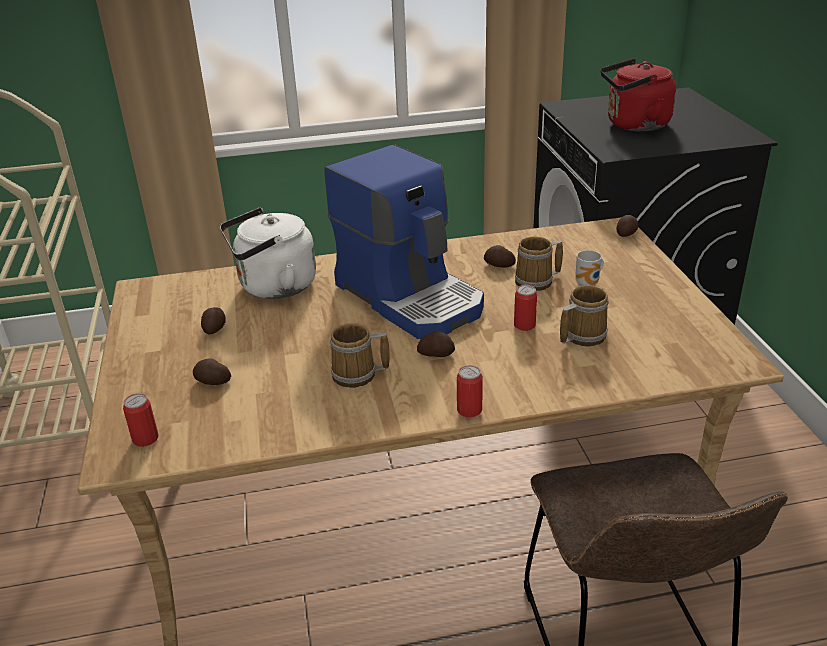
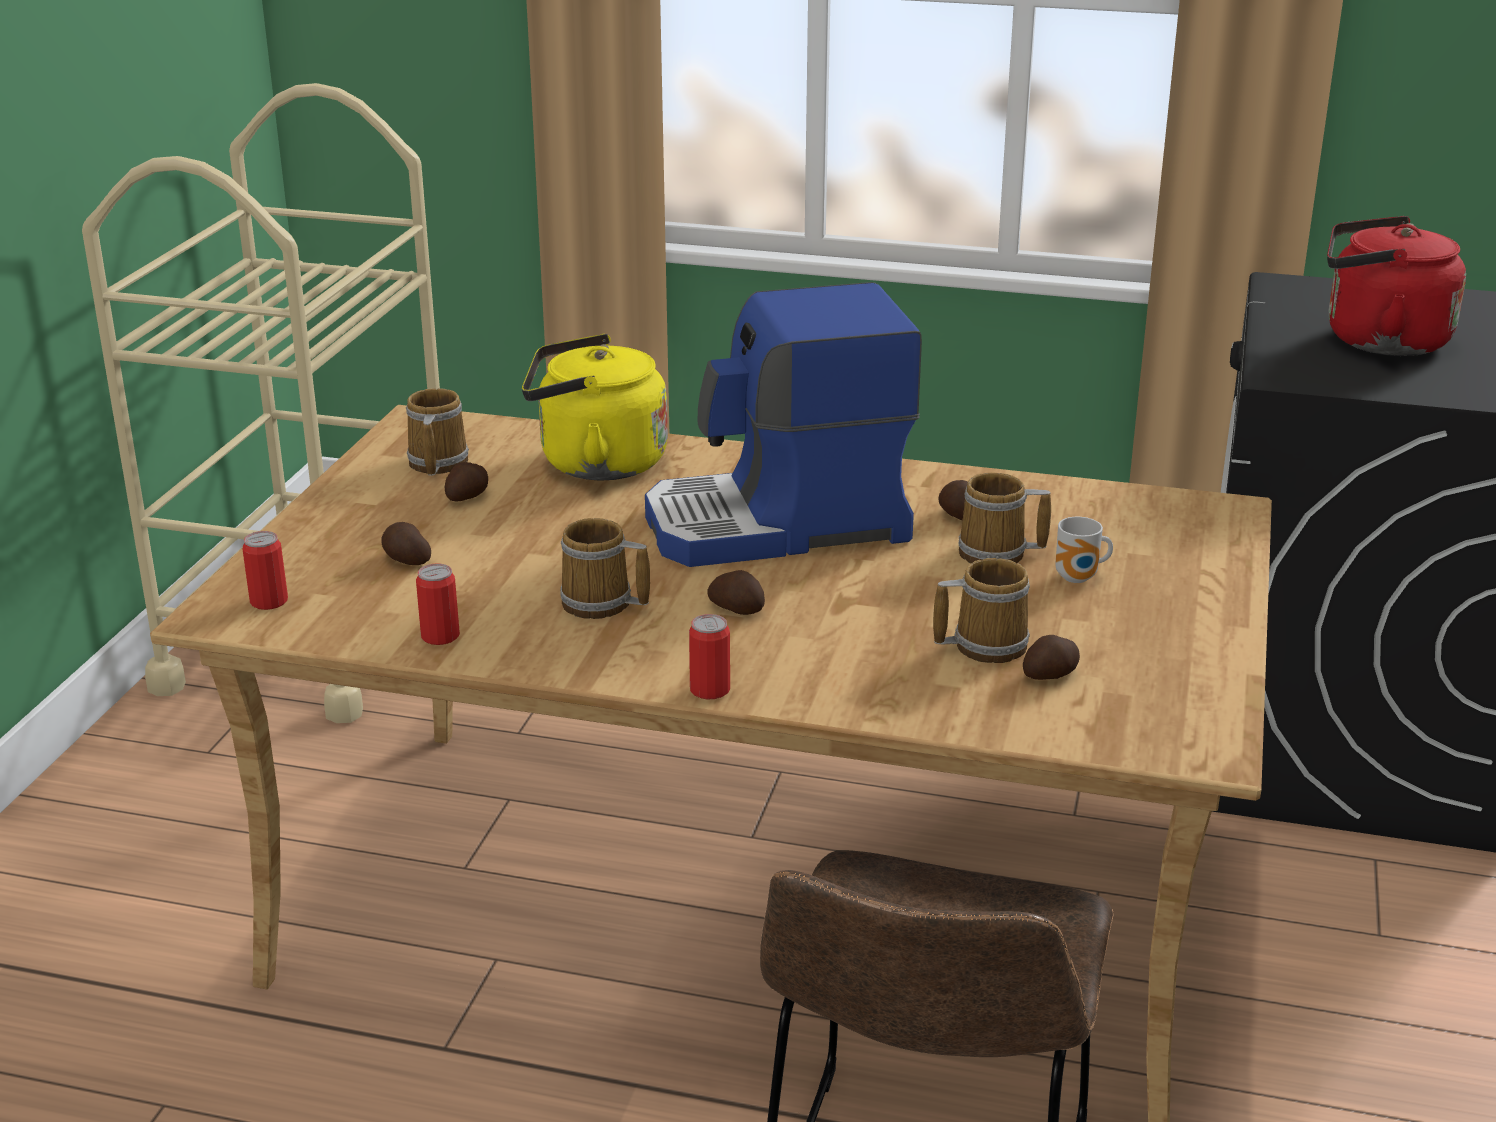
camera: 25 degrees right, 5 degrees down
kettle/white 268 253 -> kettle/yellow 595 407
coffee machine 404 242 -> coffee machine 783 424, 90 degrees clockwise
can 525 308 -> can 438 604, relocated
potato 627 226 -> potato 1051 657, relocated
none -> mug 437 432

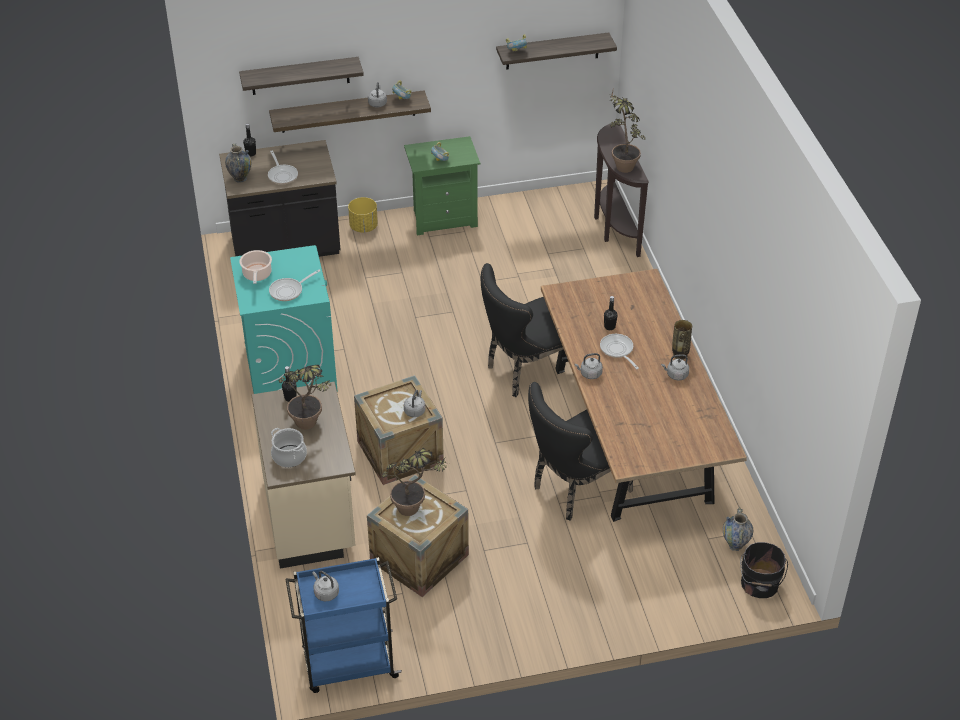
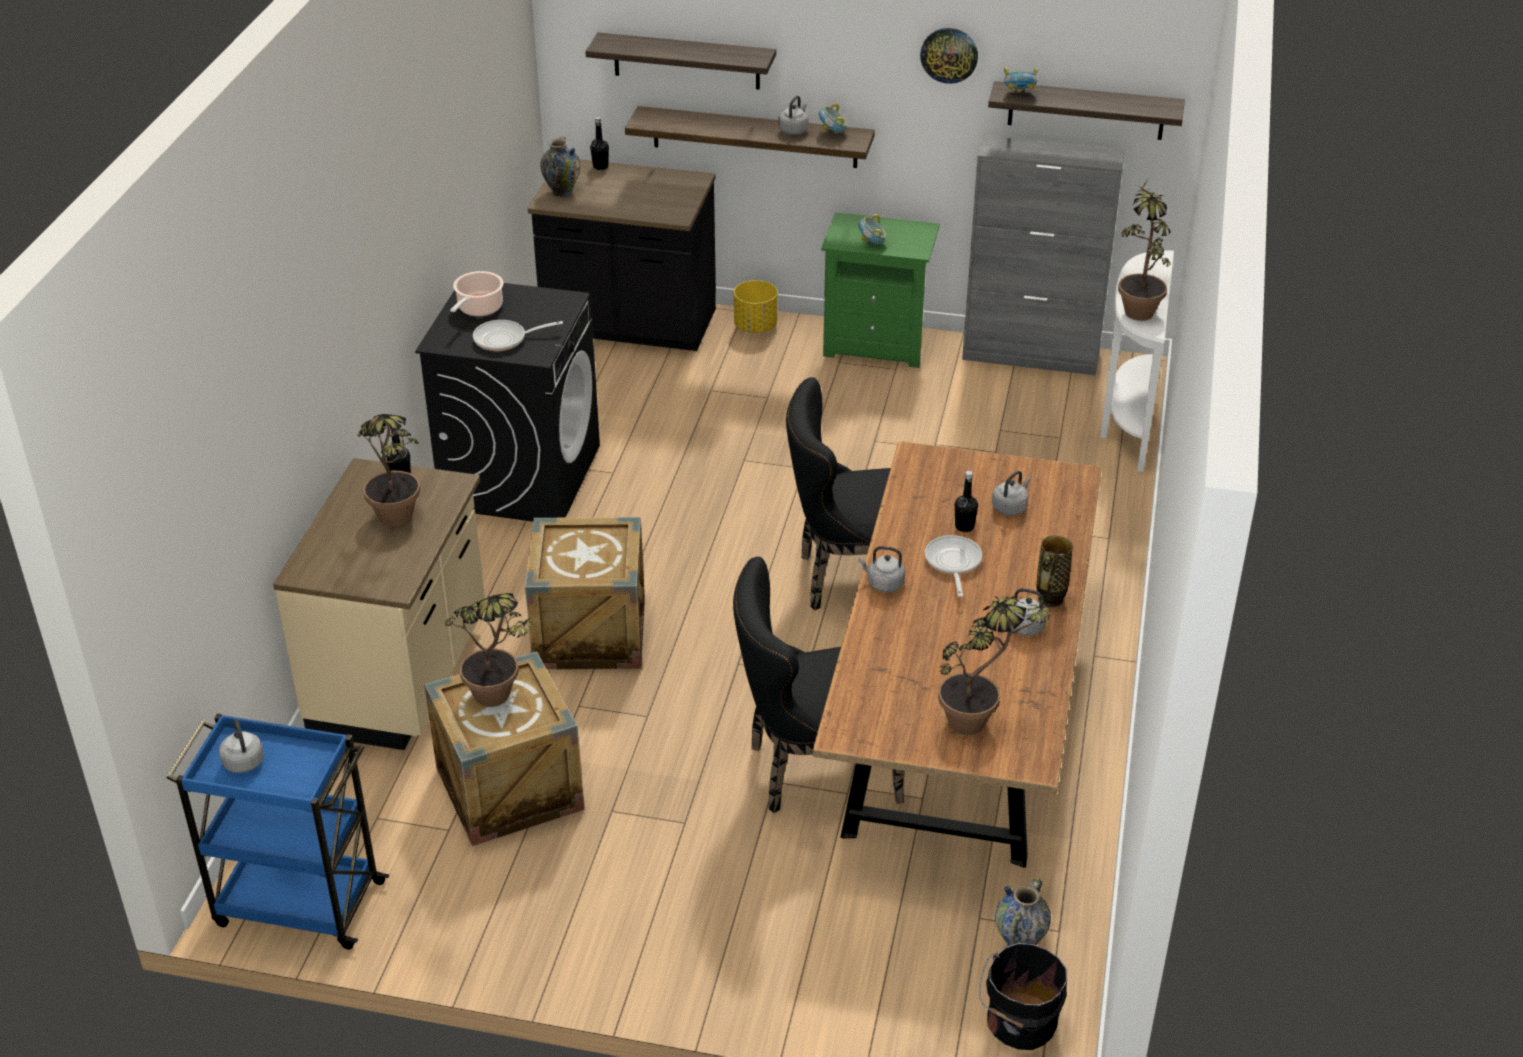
camera: 25 degrees right, 5 degrees down
washing machine/turquoise 283 319 -> washing machine/black 507 402
frying pan 283 167 -> none
cooking pot 289 447 -> none
kettle/grey 414 403 -> kettle/grey 1011 493, relocated
console table/brown 621 189 -> console table/white 1137 361
none -> wall clock 949 56
none -> potted plant 997 665
none -> cabinet/grey 1043 255

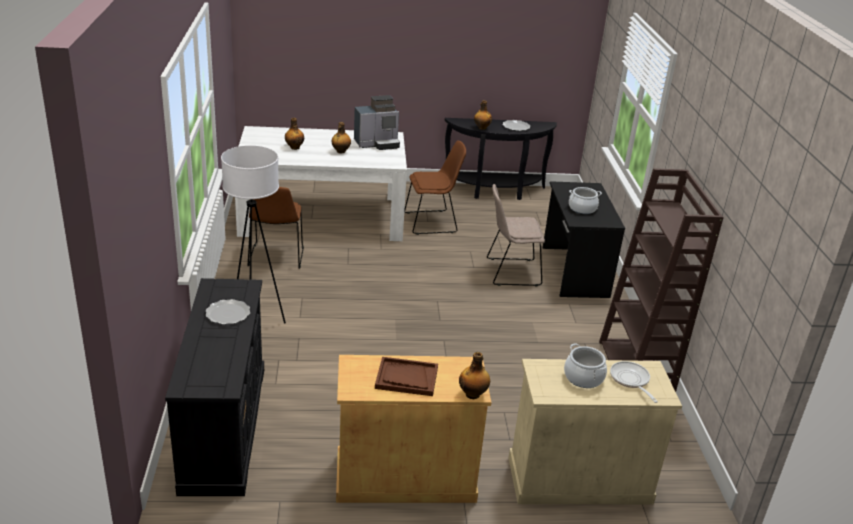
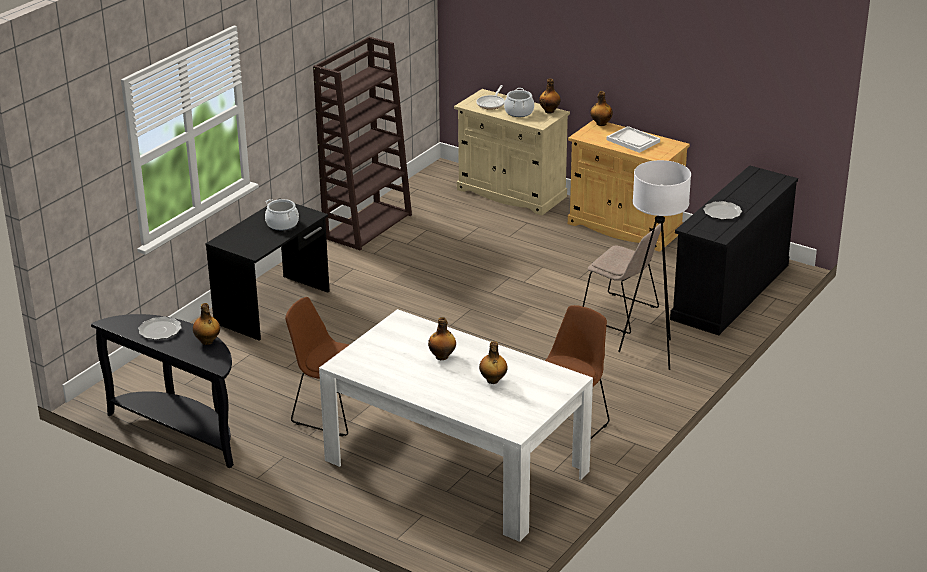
camera: 140 degrees left, 0 degrees up
coffee machine 377 122 -> none
tray/brown 406 376 -> tray/white 633 139
chair/beige 516 235 -> chair/beige 622 279, relocated
none -> bottle 550 96

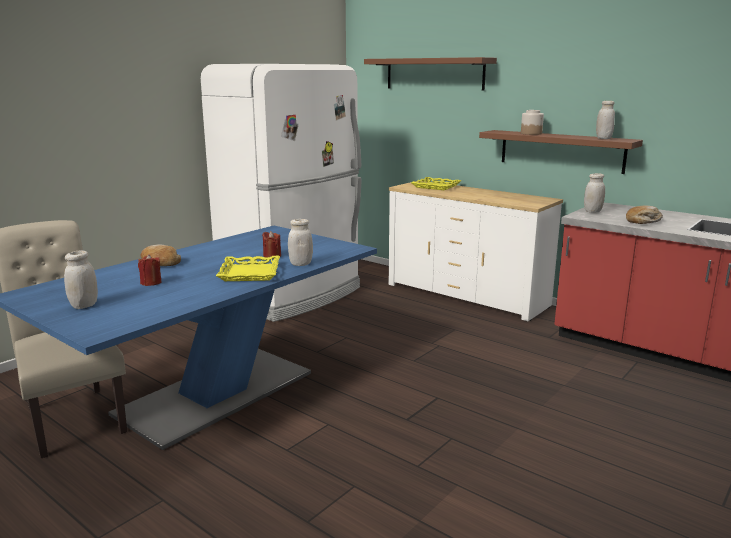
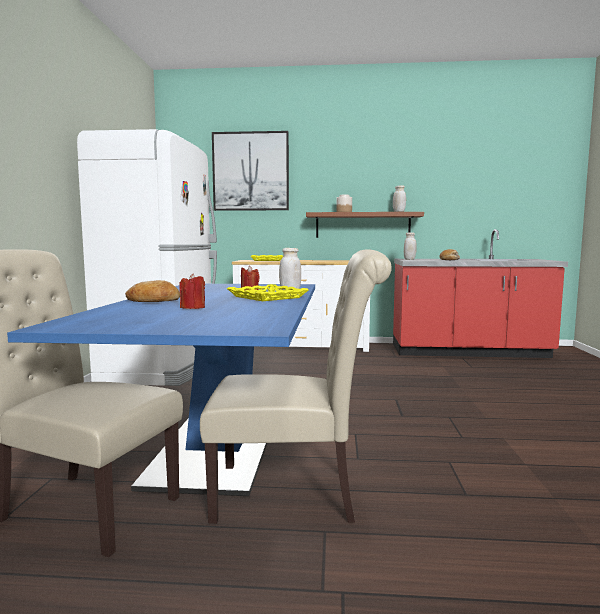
camera: 35 degrees left, 10 degrees down
jar/white 81 280 -> none
shelf/brown 430 74 -> picture 250 171
none -> chair/beige 296 386

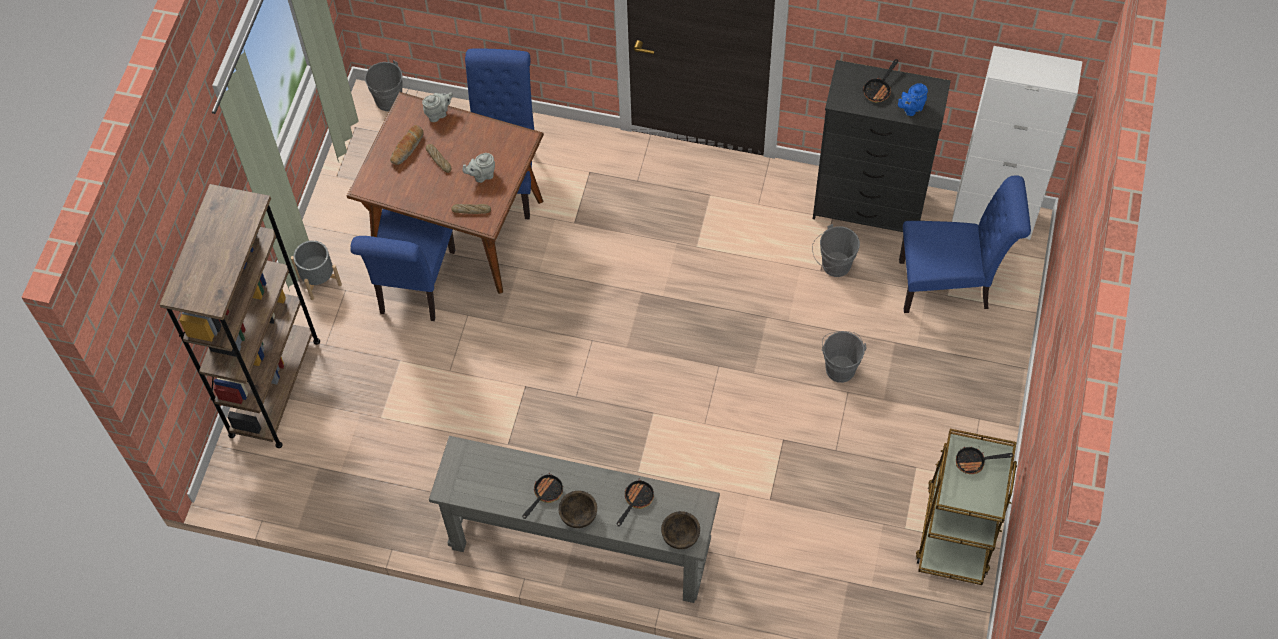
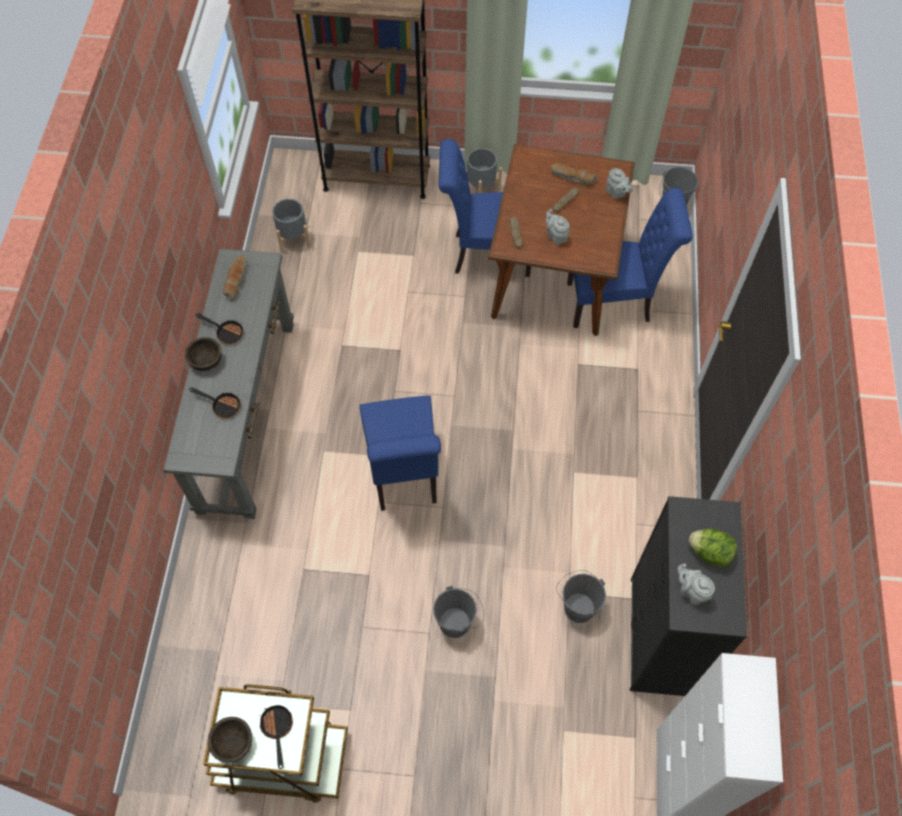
camera: 80 degrees right, 0 degrees up
bowl/brown 680 530 -> bowl/brown 230 740, relocated
frying pan 880 81 -> lettuce 713 548
teapot/blue 913 99 -> teapot/grey 696 584
chair/blue 965 244 -> chair/blue 400 453, relocated
none -> bread 235 278
none -> planter/grey 291 226

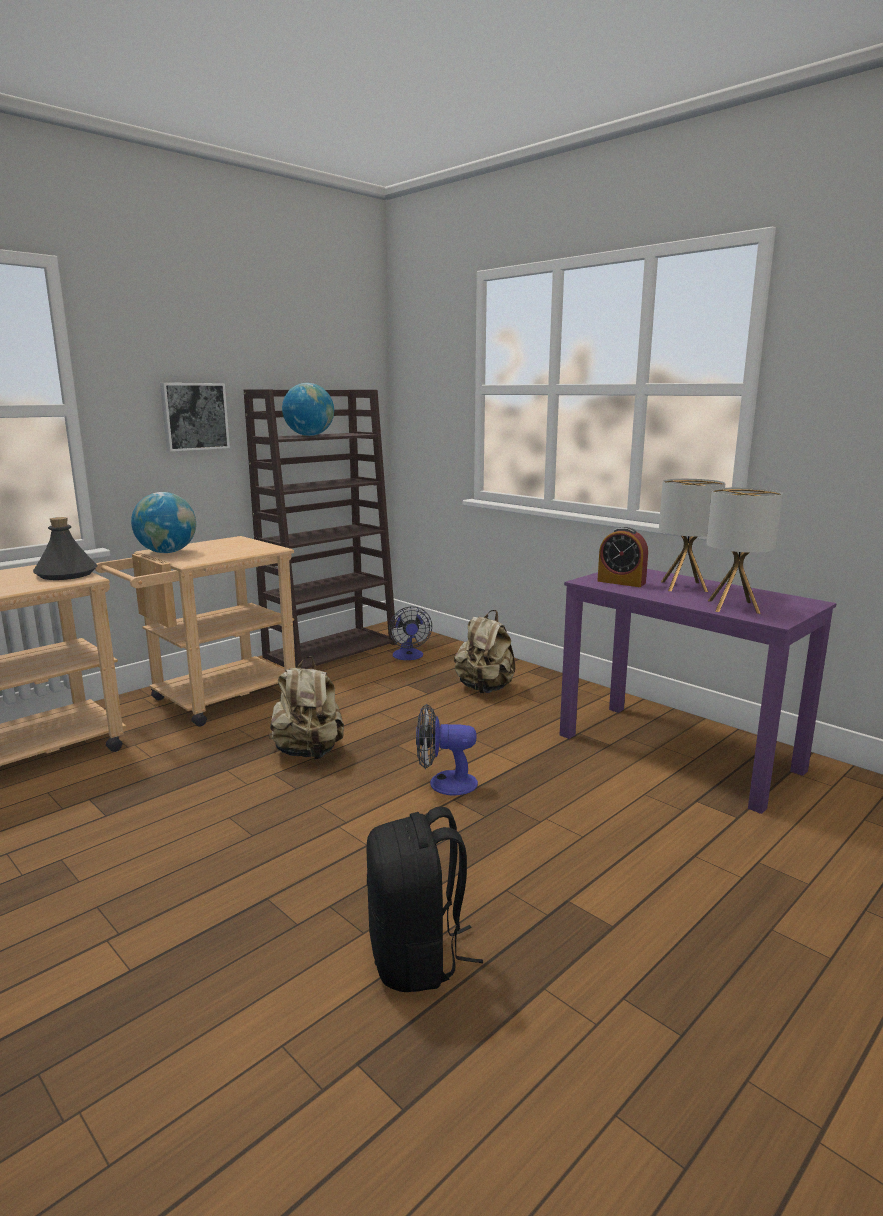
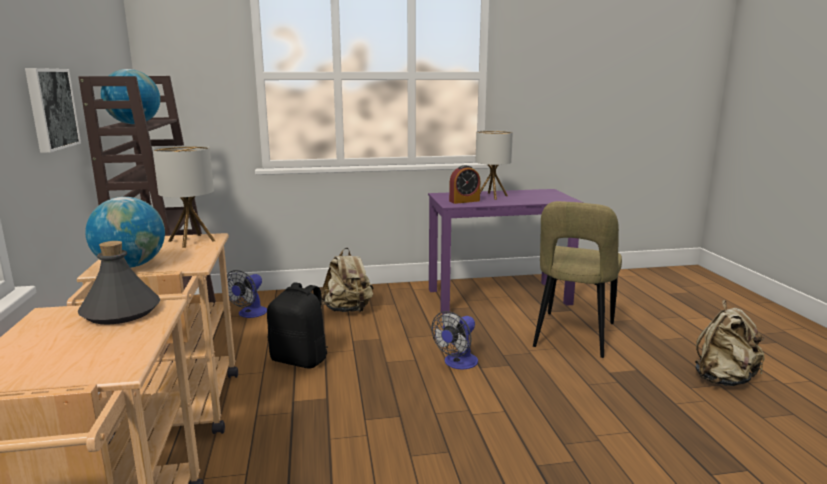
camera: 55 degrees left, 0 degrees up
backpack/beige 306 708 -> backpack/beige 730 343, relocated
backpack/black 425 899 -> backpack/black 297 326, relocated
fan 410 633 -> fan 247 294, 90 degrees clockwise
table lamp 744 551 -> table lamp 184 196, relocated
none -> chair/beige 577 279

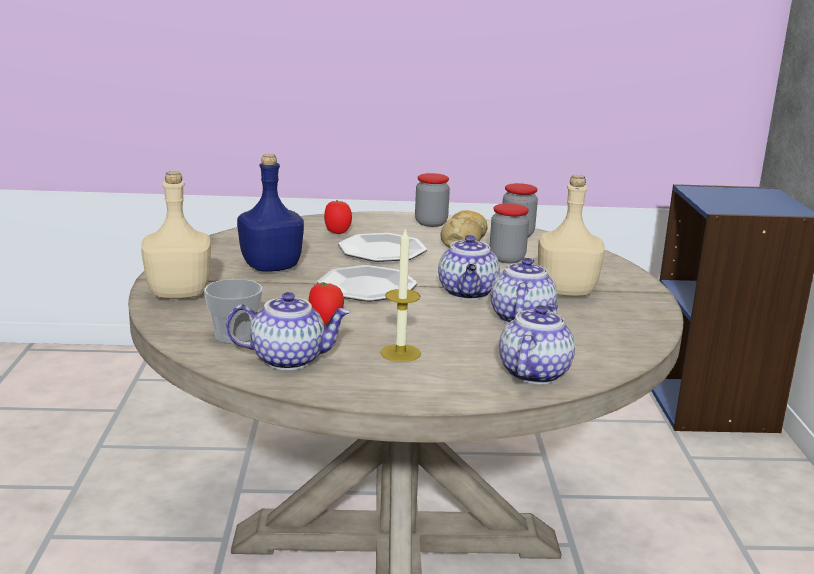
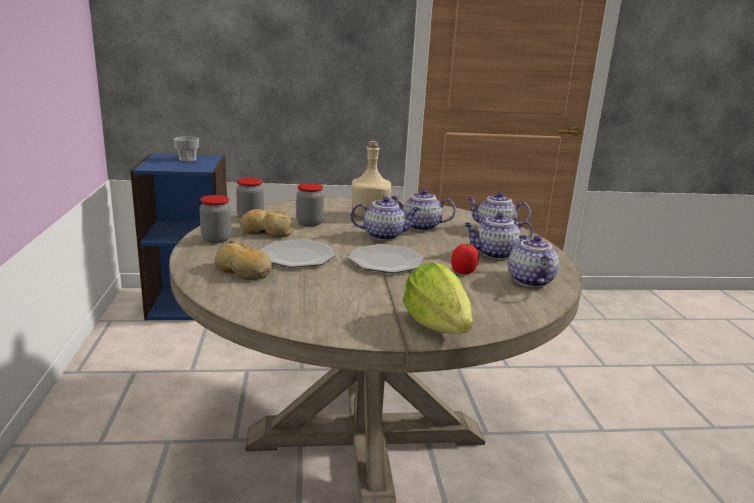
camera: 95 degrees left, 0 degrees up
bottle/beige 176 235 -> lettuce 437 298
cup 233 311 -> cup 186 149, relocated
bottle/blue 270 213 -> none
tomato 338 217 -> bread 243 260
candle 400 294 -> teapot 498 236

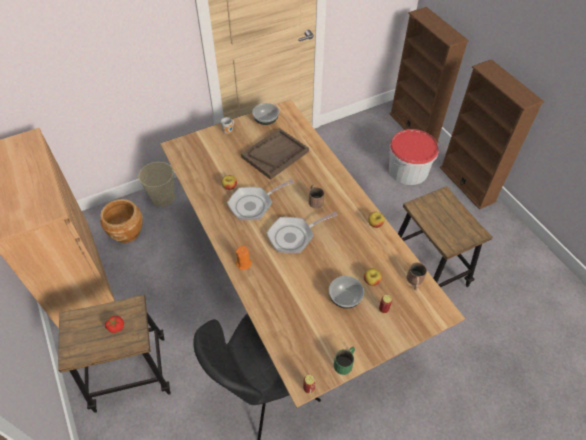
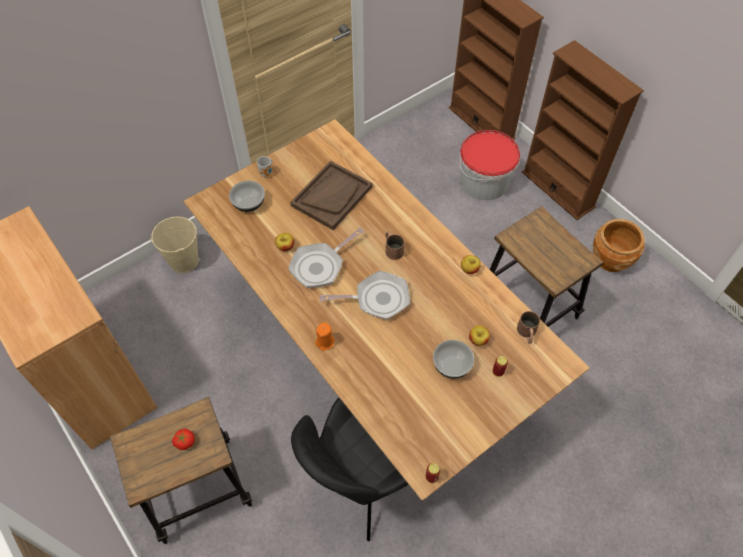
camera: 10 degrees left, 5 degrees up
planter/brown 121 221 -> planter/brown 619 245, relocated
bowl 265 114 -> bowl 247 196, relocated
frying pan 302 232 -> frying pan 365 295, 150 degrees counterclockwise
mug/green 344 361 -> none

